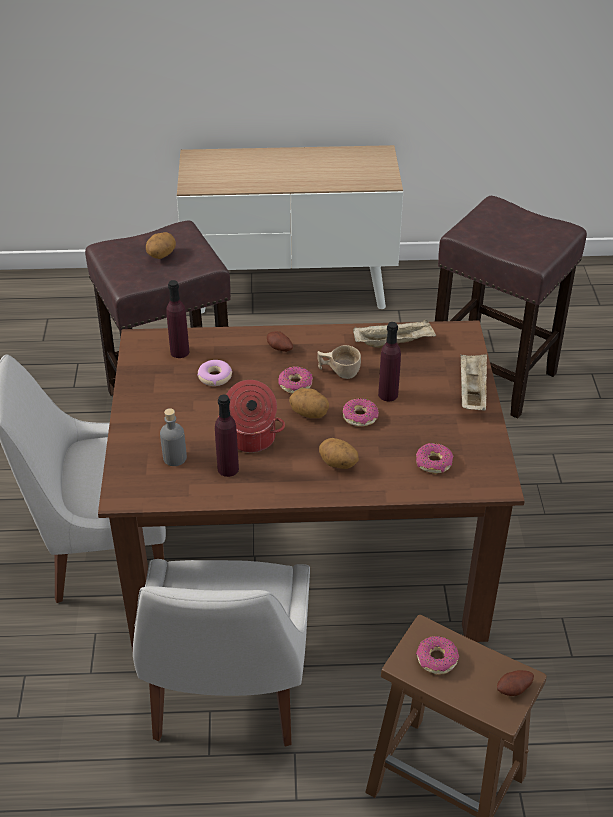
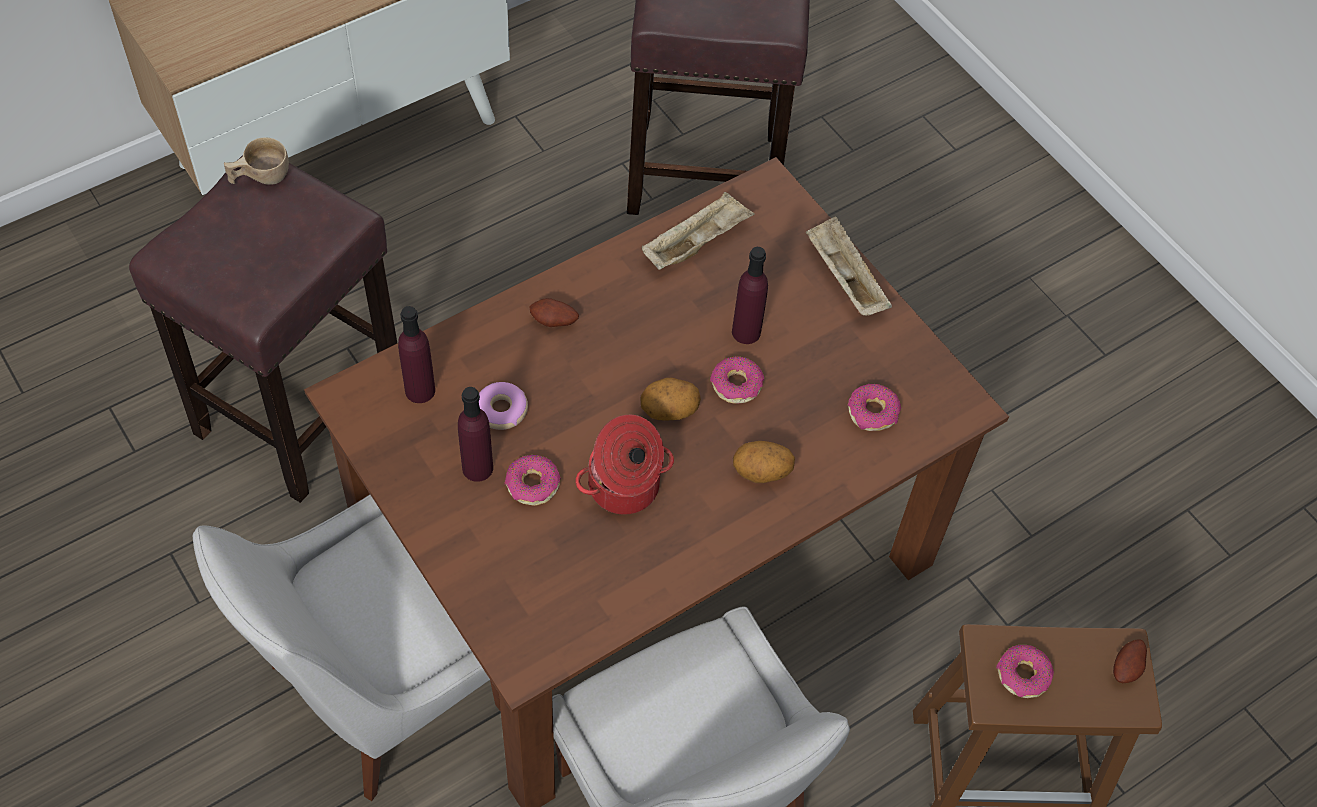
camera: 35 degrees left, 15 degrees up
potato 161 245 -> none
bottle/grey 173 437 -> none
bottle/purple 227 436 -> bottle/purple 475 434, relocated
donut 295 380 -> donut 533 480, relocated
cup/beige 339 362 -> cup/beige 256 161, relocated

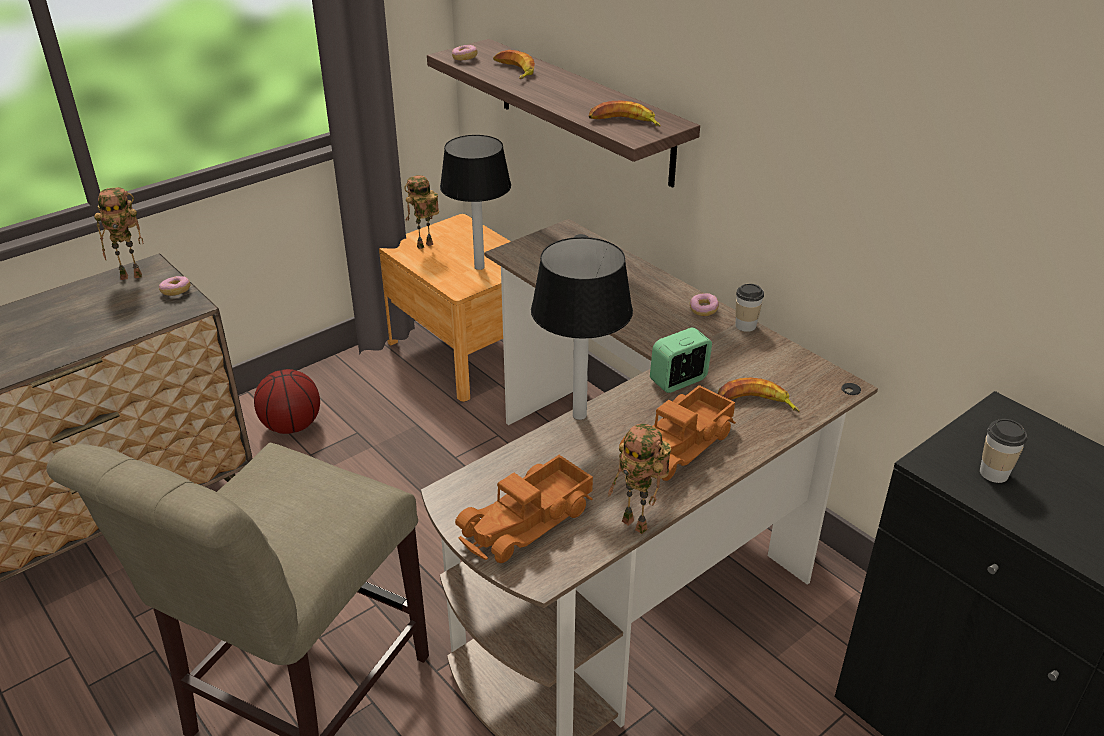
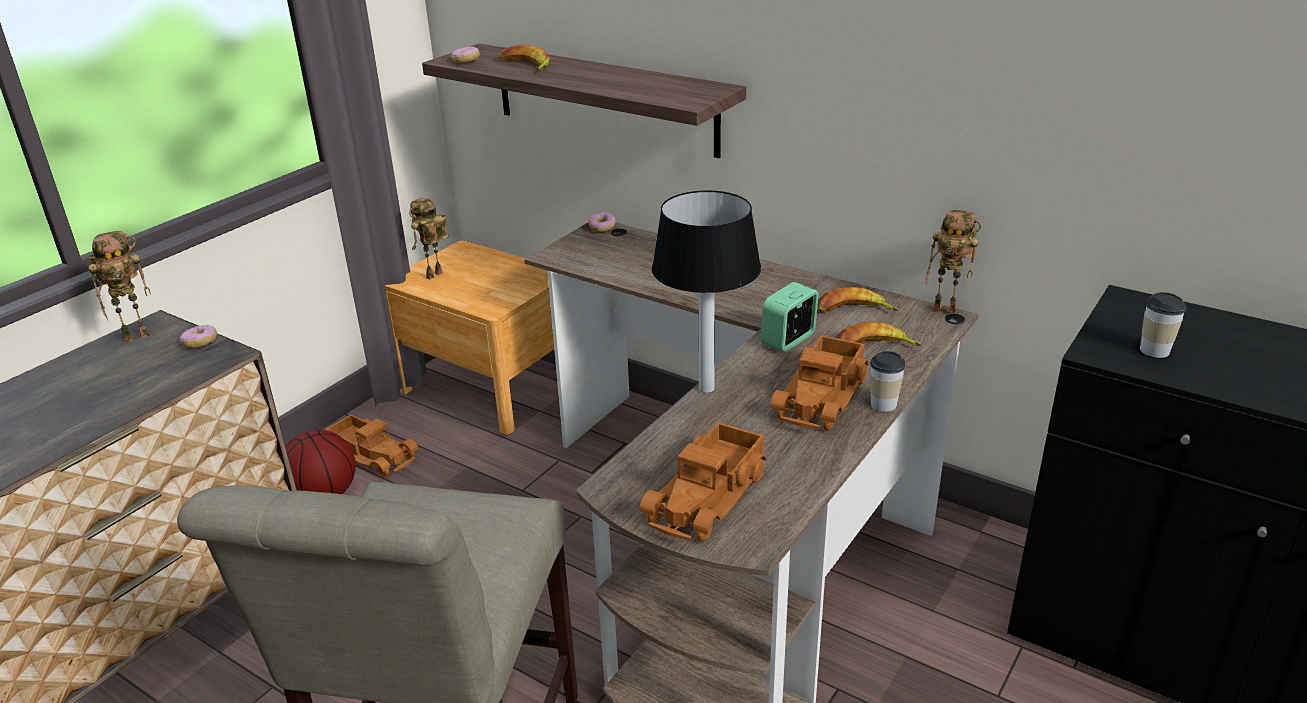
camera: 15 degrees left, 5 degrees down
table lamp 475 202 -> none
banana 625 113 -> banana 858 299, relocated
toy robot 639 479 -> toy robot 953 261, relocated
donut 704 304 -> donut 602 222, relocated
cup 749 308 -> cup 888 381, relocated
none -> toy truck 371 445

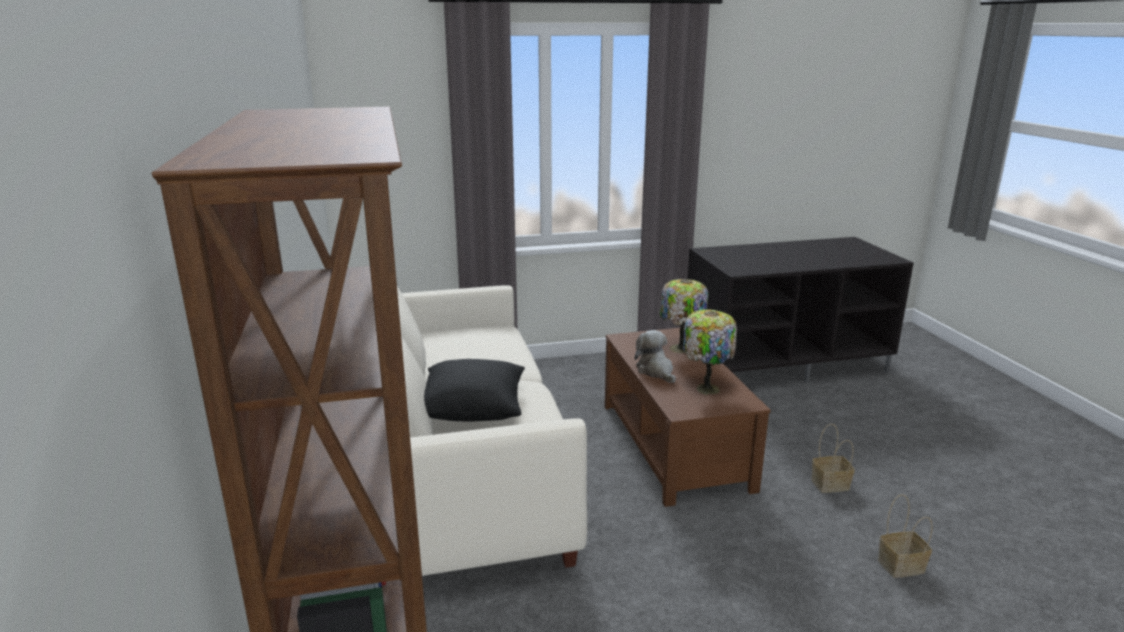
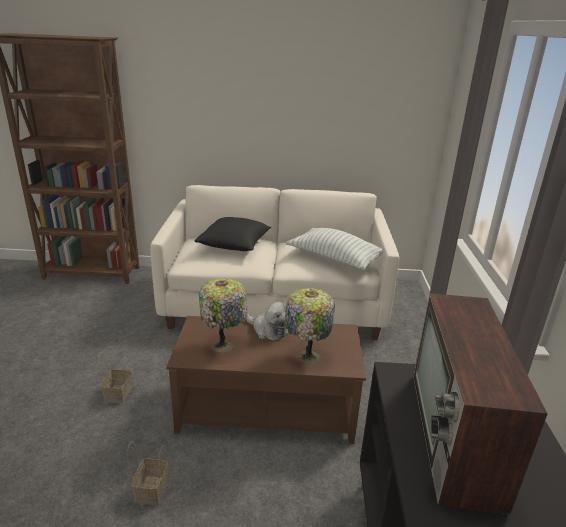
camera: 105 degrees right, 5 degrees up
plush toy 655 356 -> plush toy 267 321, 45 degrees clockwise
basket 905 536 -> basket 115 377, relocated
none -> pillow 334 249
none -> television 480 403

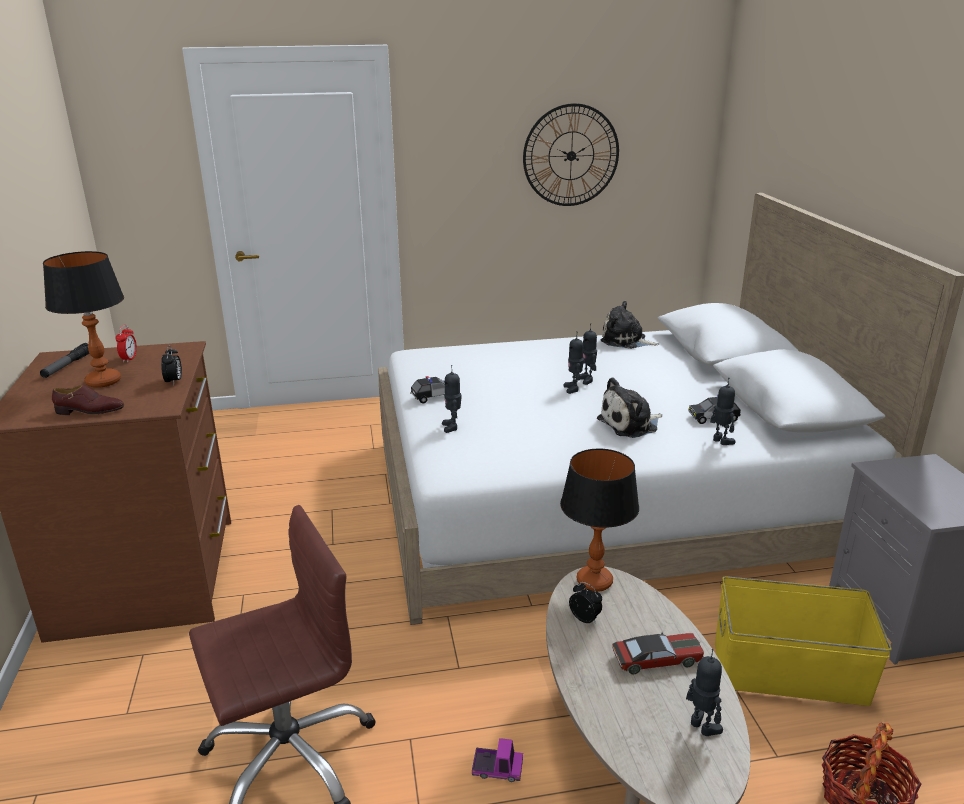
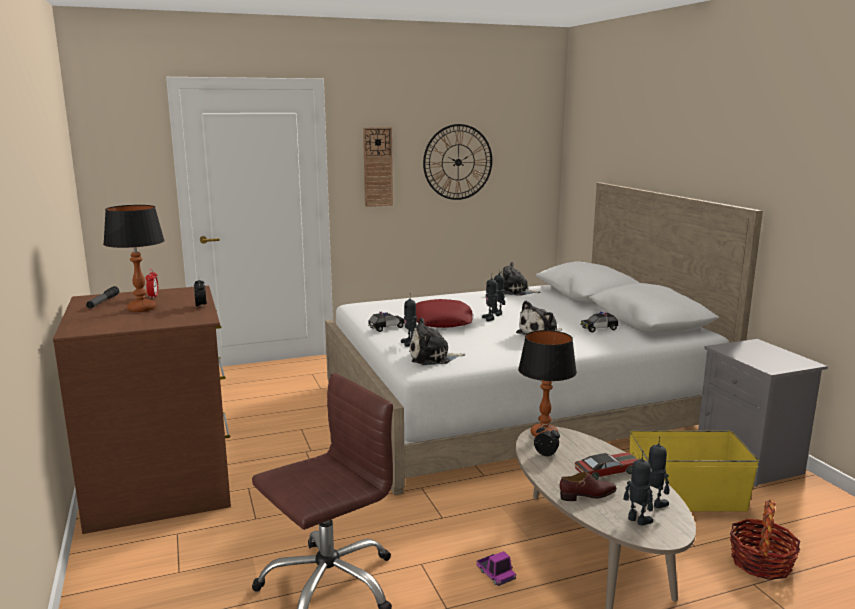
camera: 10 degrees left, 10 degrees down
shoe/brown 88 399 -> shoe/brown 588 486, relocated
toy truck 497 760 -> toy truck 496 568, 60 degrees clockwise
toy robot 723 411 -> toy robot 638 488, relocated
none -> wall clock 378 167
none -> plush toy 437 341
none -> pillow/red 444 313

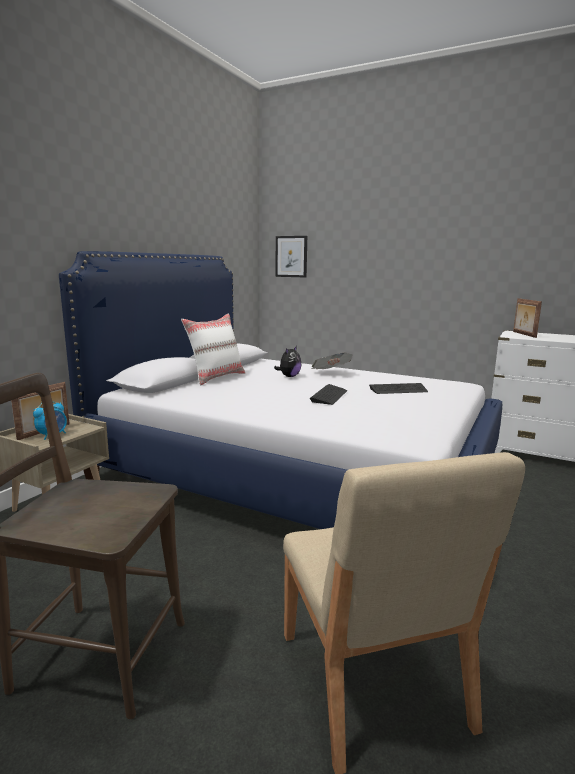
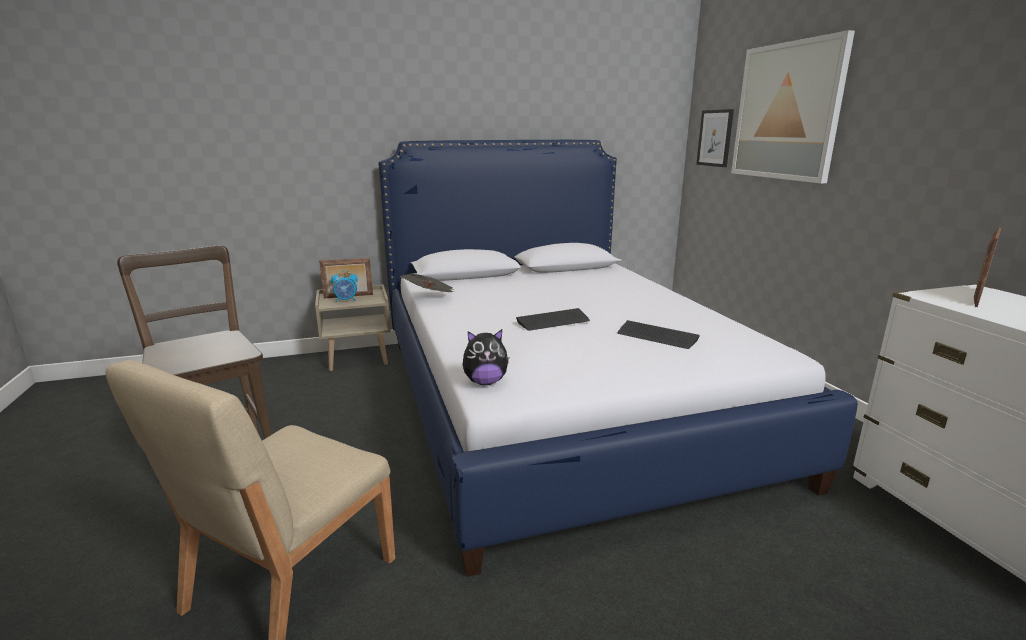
camera: 45 degrees right, 5 degrees up
pillow/white 213 349 -> none
plush toy 287 361 -> plush toy 485 357, relocated
newspaper 332 361 -> newspaper 426 283, relocated
none -> picture 793 107

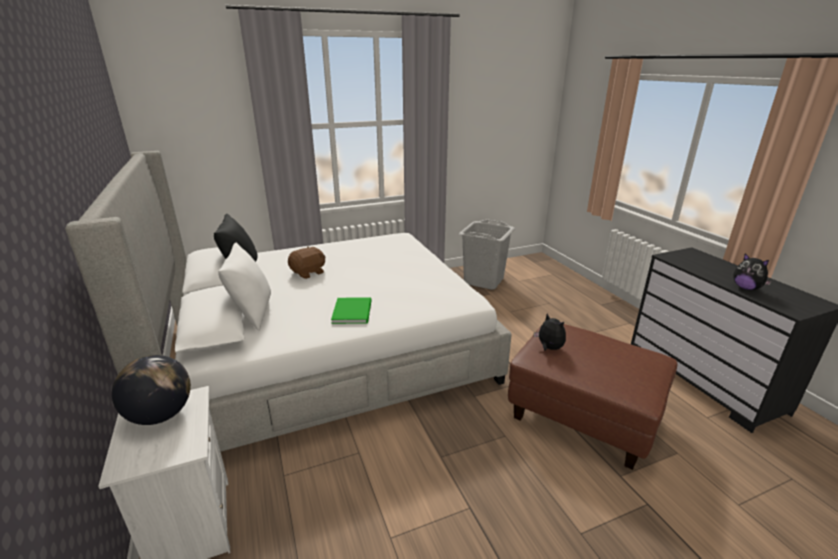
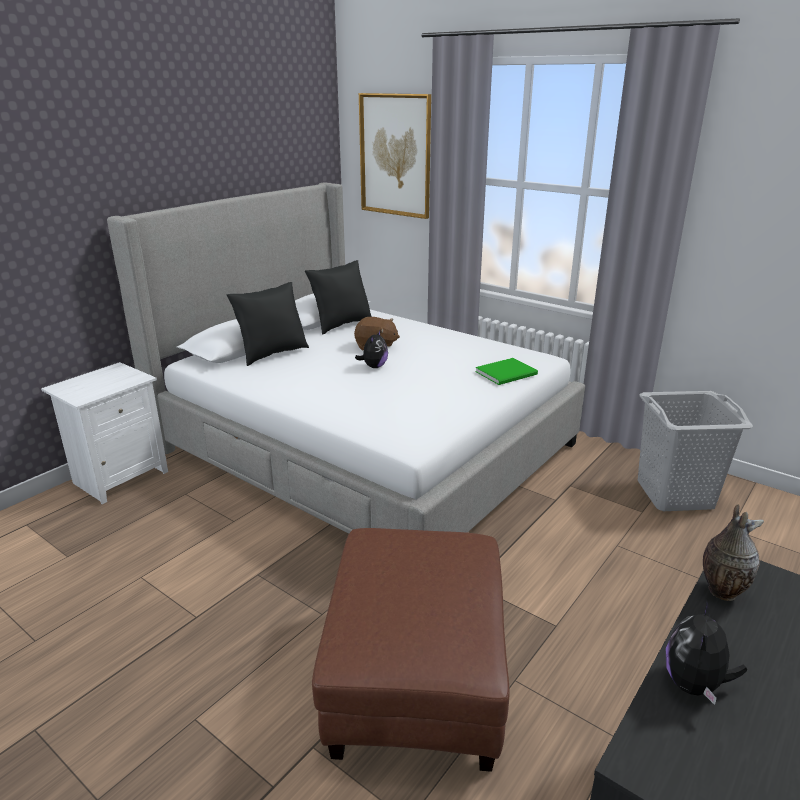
camera: 60 degrees right, 0 degrees up
globe 151 390 -> none
pillow/white 244 287 -> pillow/black 268 324
book/green 351 310 -> book/green 506 371, relocated
plush toy 550 332 -> plush toy 371 348, relocated
none -> picture 395 156
none -> vase 733 552

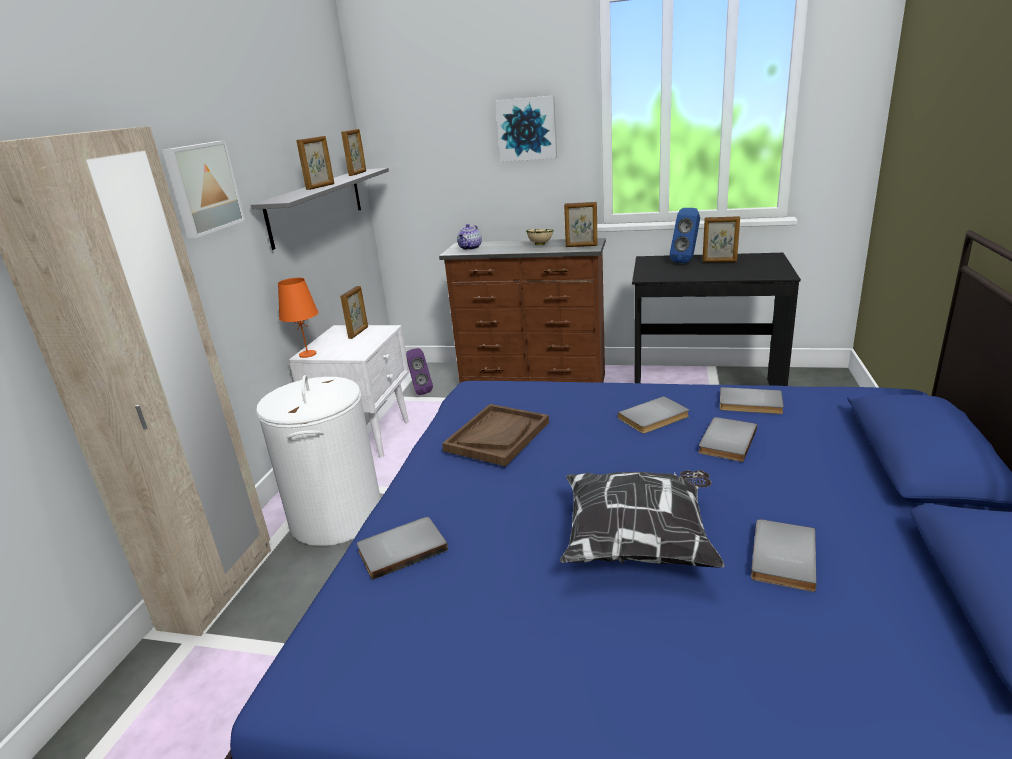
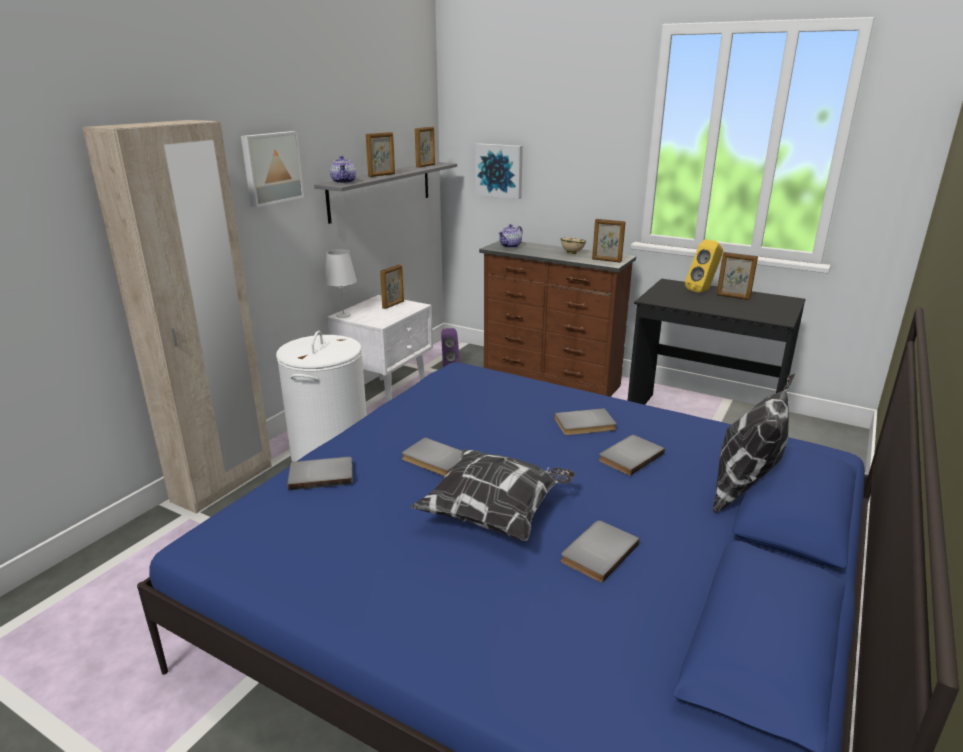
camera: 15 degrees right, 0 degrees up
table lamp/orange 298 318 -> table lamp/white 340 283
tray/brown 495 435 -> none
picture 526 129 -> picture 499 171, relocated
speaker/blue 685 235 -> speaker/yellow 704 266
book/grey 752 400 -> book/grey 432 457, relocated
none -> teapot 343 170
none -> pillow 754 443

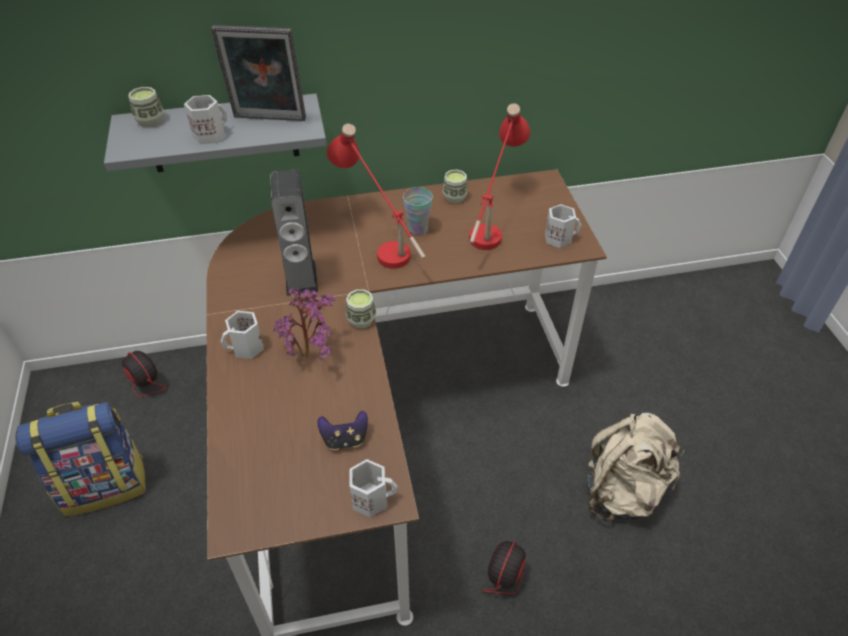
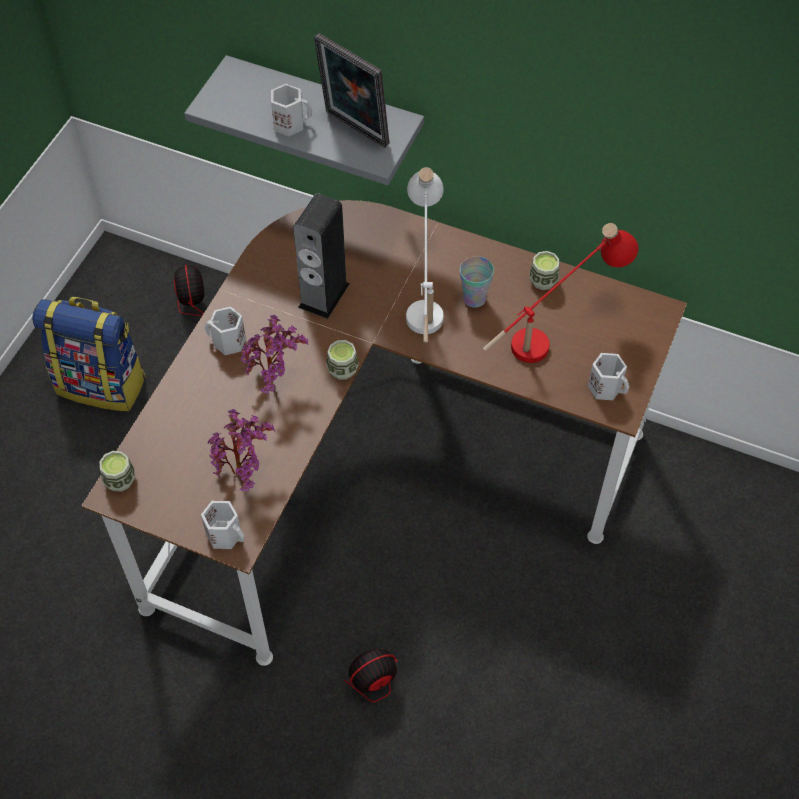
camera: 35 degrees right, 10 degrees up
cup 145 107 -> cup 117 471, relocated
game controller 342 430 -> potted plant 241 450
table lamp/red 376 196 -> table lamp/white 425 254
backpack/beige 635 467 -> none

